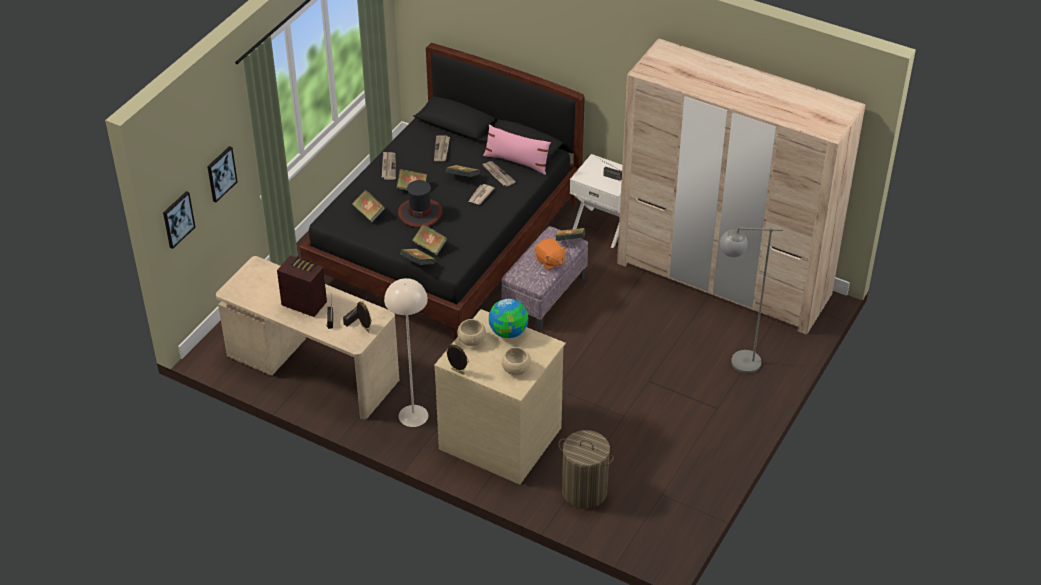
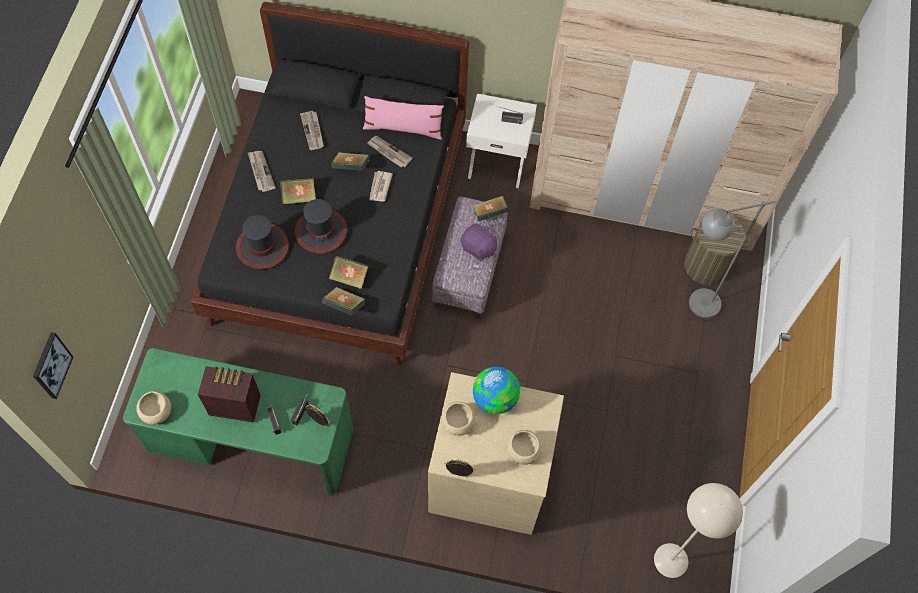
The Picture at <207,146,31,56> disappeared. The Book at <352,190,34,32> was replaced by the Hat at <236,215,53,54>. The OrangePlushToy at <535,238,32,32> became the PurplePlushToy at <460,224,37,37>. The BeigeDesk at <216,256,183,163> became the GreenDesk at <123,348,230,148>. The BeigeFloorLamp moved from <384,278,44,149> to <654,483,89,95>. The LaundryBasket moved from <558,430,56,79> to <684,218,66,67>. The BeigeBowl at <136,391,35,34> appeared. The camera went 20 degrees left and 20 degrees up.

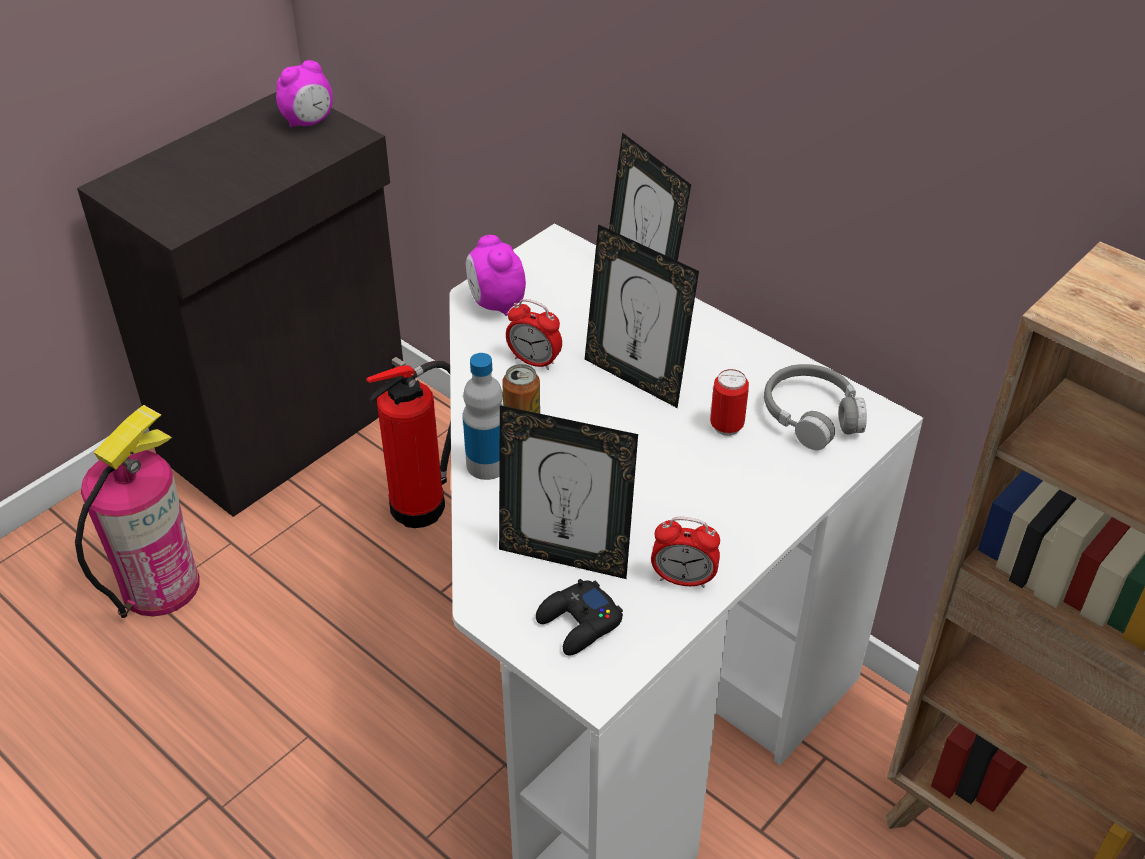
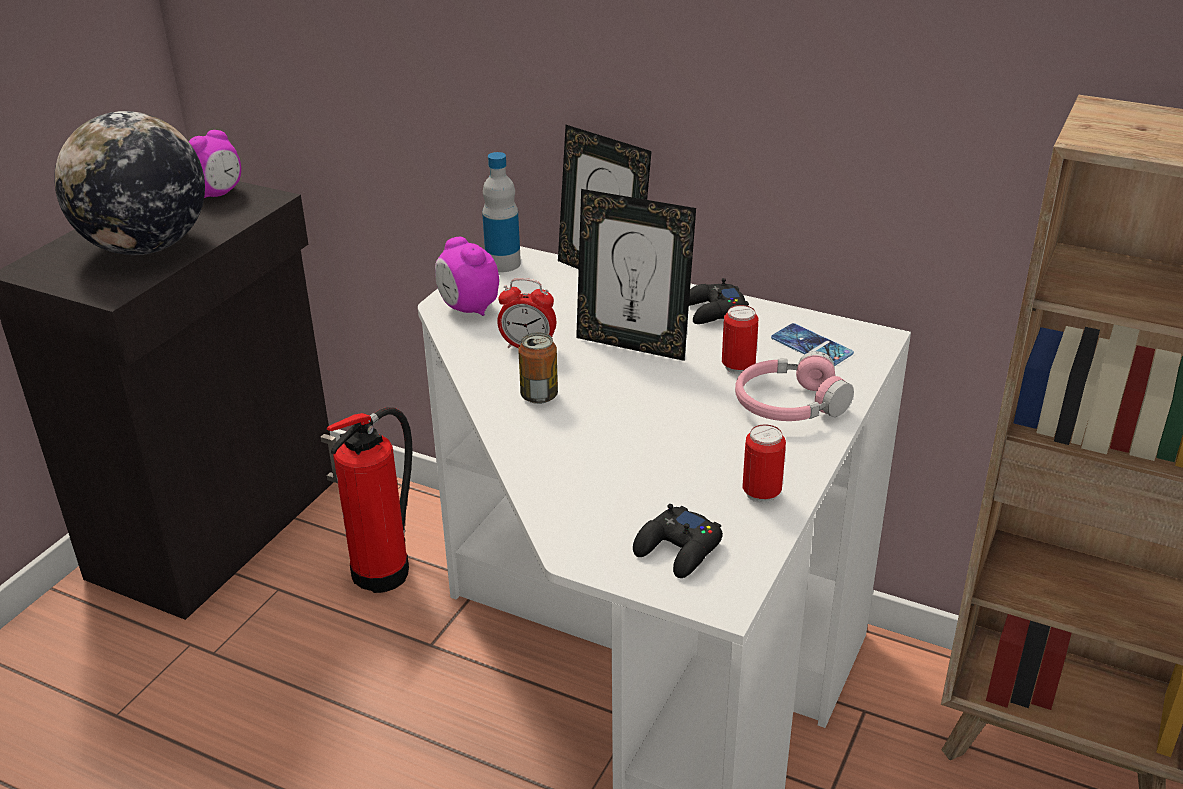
The Bottle moved from <463,353,40,127> to <482,152,39,120>. The GreyHeadphones at <764,364,103,86> was replaced by the Phone at <771,323,83,43>. The FireExtinguisher at <75,405,125,213> disappeared. The PictureFrame at <499,405,139,174> disappeared. The AlarmClock at <651,517,69,71> was replaced by the Can at <743,425,43,78>. The Globe at <54,111,151,144> appeared. The BlackGameController at <689,278,60,46> appeared. The PinkHeadphones at <735,351,119,70> appeared. The camera went 15 degrees left and 10 degrees down.

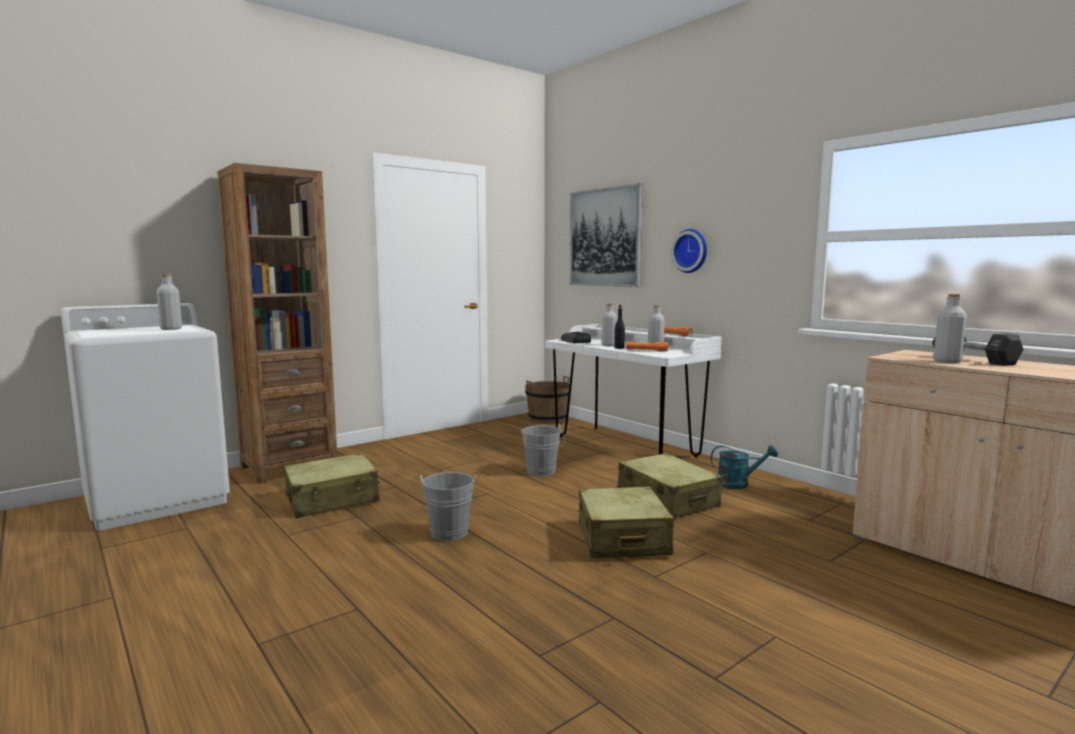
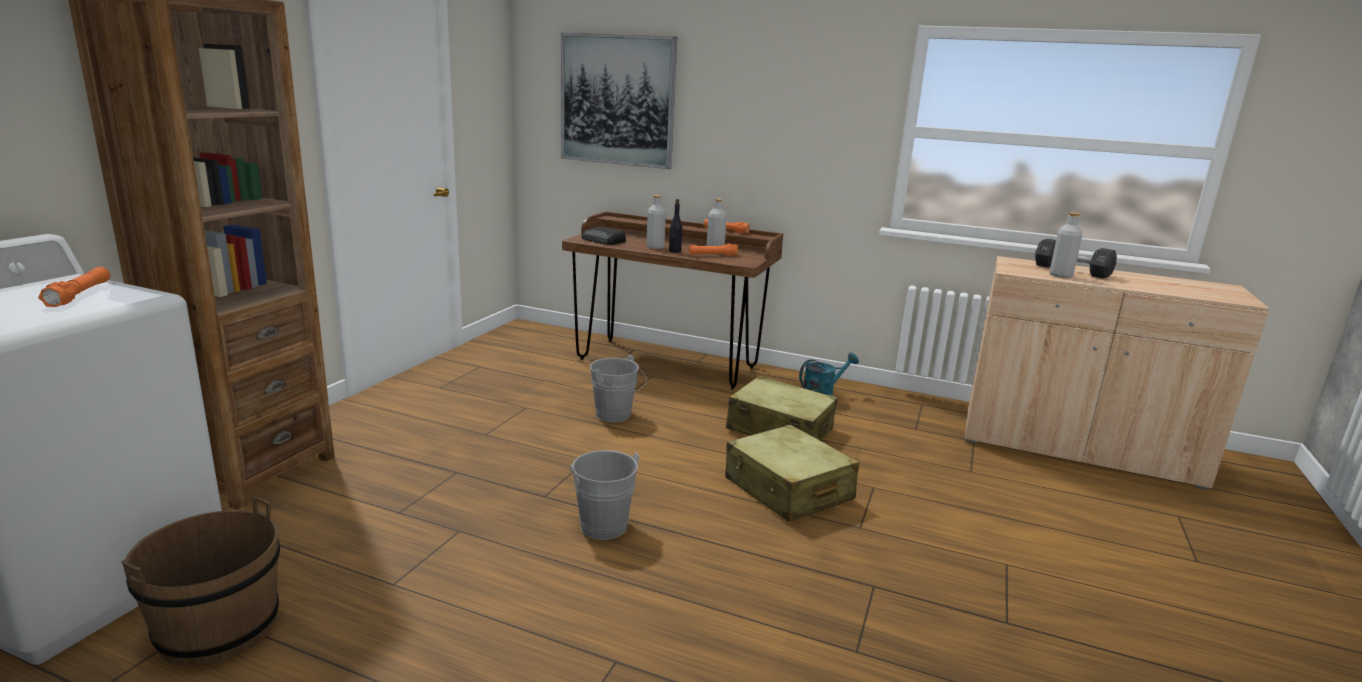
The WallClock at <671,229,36,44> disappeared. The GreyBottle at <156,274,26,56> was replaced by the OrangeFlashlight at <38,267,72,40>. The WhiteDesk at <545,324,177,134> became the BrownDesk at <562,212,221,178>. The BrownBucket moved from <525,376,45,48> to <121,497,159,169>. The BeigeSuitcase at <284,453,96,65> disappeared. The camera went 30 degrees left and 10 degrees up.

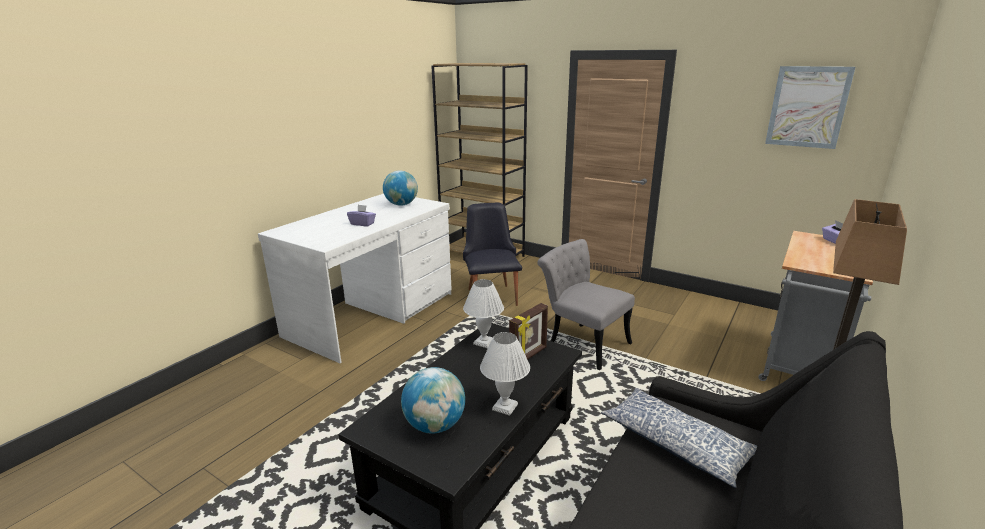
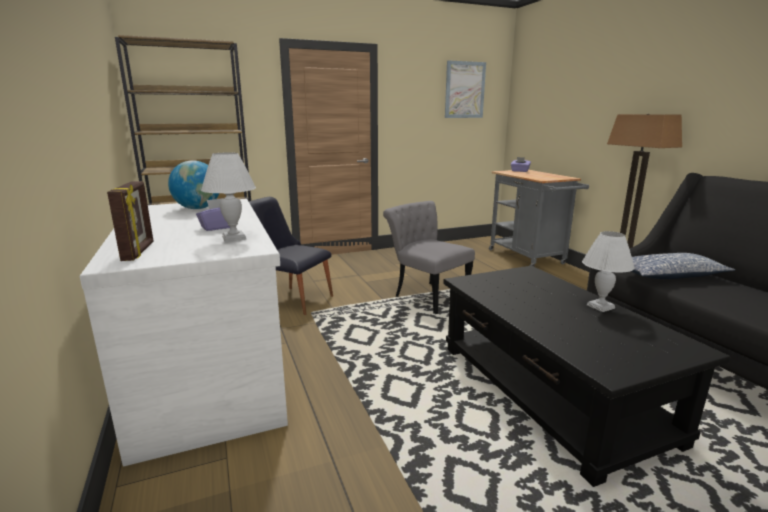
The GreyChair at <538,239,97,131> turned 60 degrees clockwise. The WhiteTableLamp moved from <463,279,41,69> to <201,152,55,90>. The PictureFrame moved from <509,303,39,57> to <107,181,46,80>. The Globe at <401,367,64,67> disappeared. The camera went 55 degrees left and 5 degrees down.

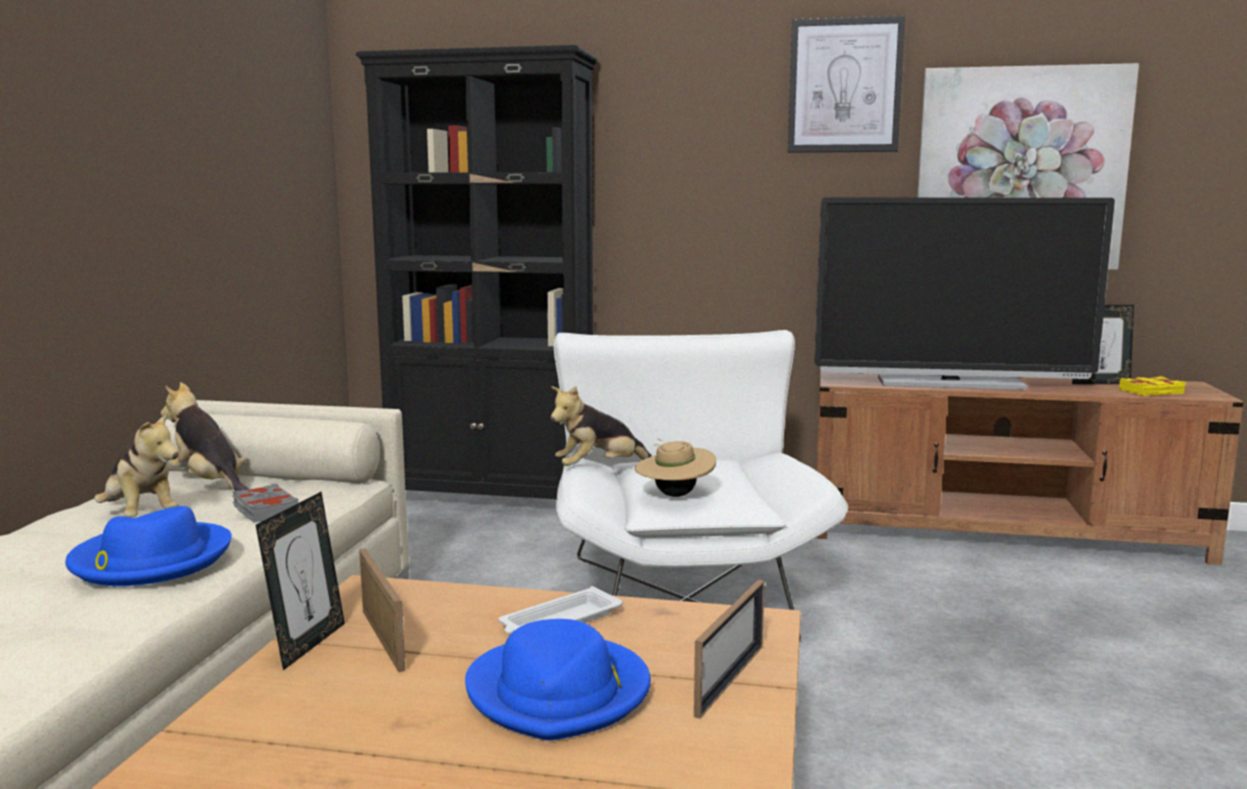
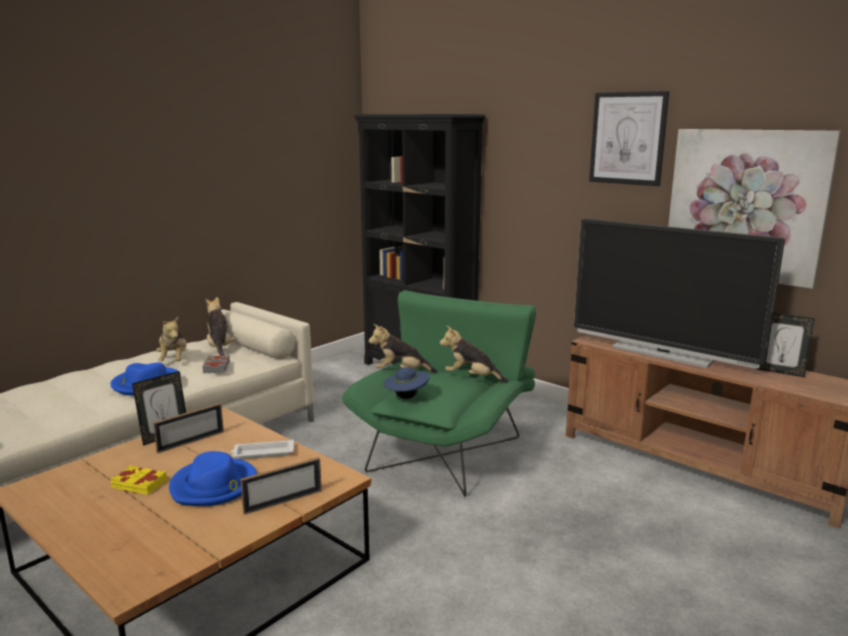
The WhiteArmchair at <554,330,294,312> became the GreenArmchair at <342,290,194,206>. The YellowBook moved from <1119,376,67,20> to <111,465,56,30>. The BeigeHat at <635,439,81,58> became the BlueHat at <384,364,45,35>. The PictureFrame at <359,549,46,123> turned 45 degrees clockwise. The PlushToy at <440,326,69,57> appeared. The camera went 30 degrees right and 5 degrees up.

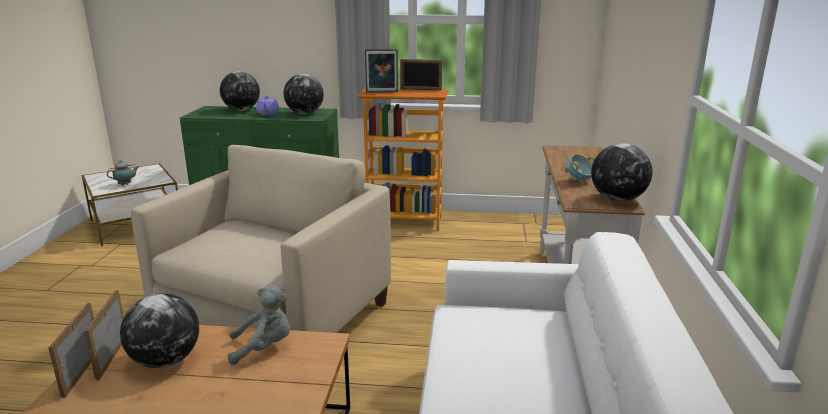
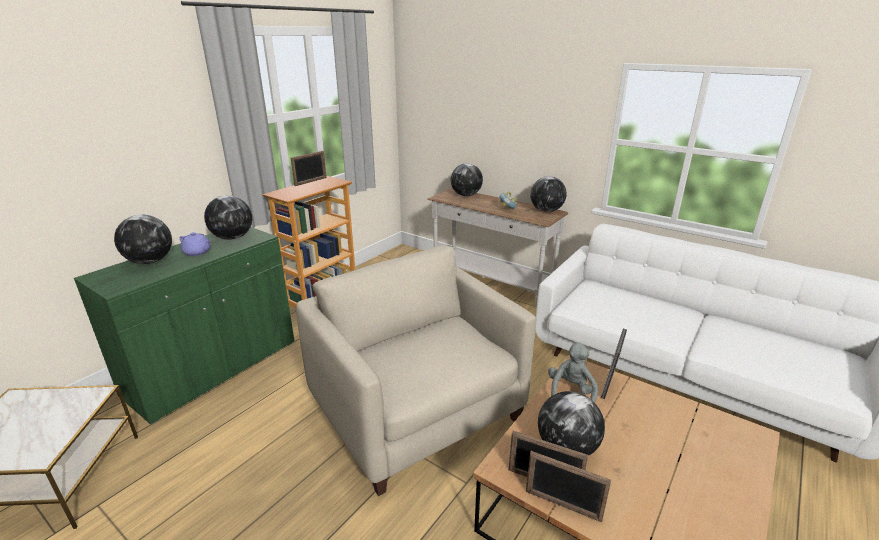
The PictureFrame moved from <365,49,33,44> to <601,328,26,71>. The Teapot at <107,160,32,26> disappeared. The Globe at <451,163,32,33> appeared. The camera went 60 degrees left and 5 degrees up.

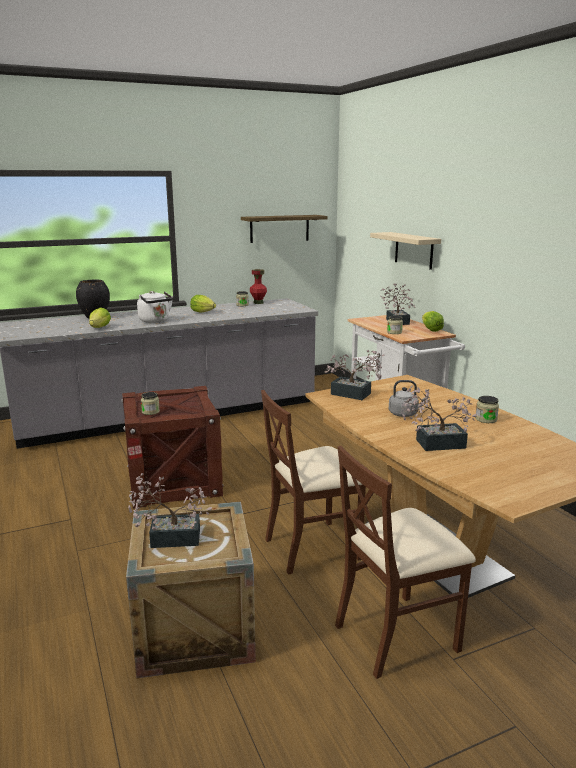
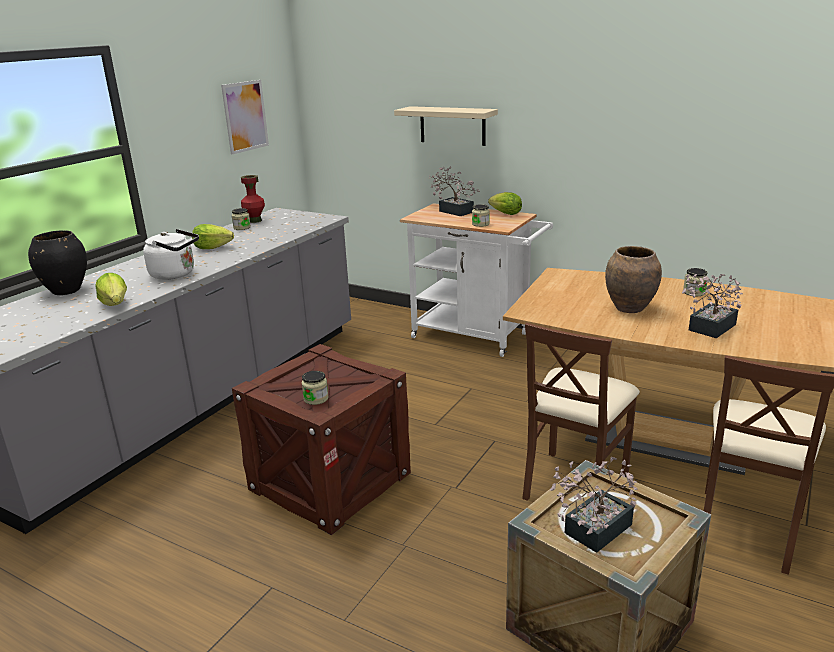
The Shelf at <241,215,87,28> was replaced by the Picture at <221,80,48,74>. The PottedPlant at <324,350,61,50> disappeared. The GreyKettle at <389,380,39,37> was replaced by the BrownVase at <605,246,57,67>. The camera went 35 degrees left and 5 degrees up.

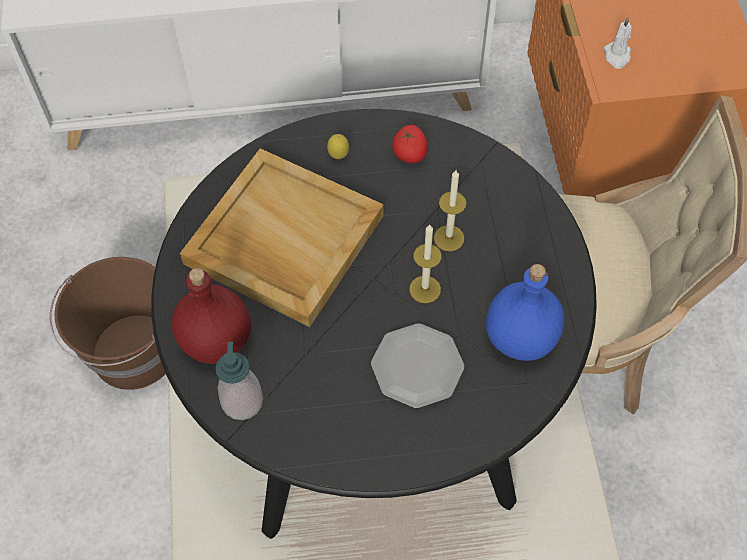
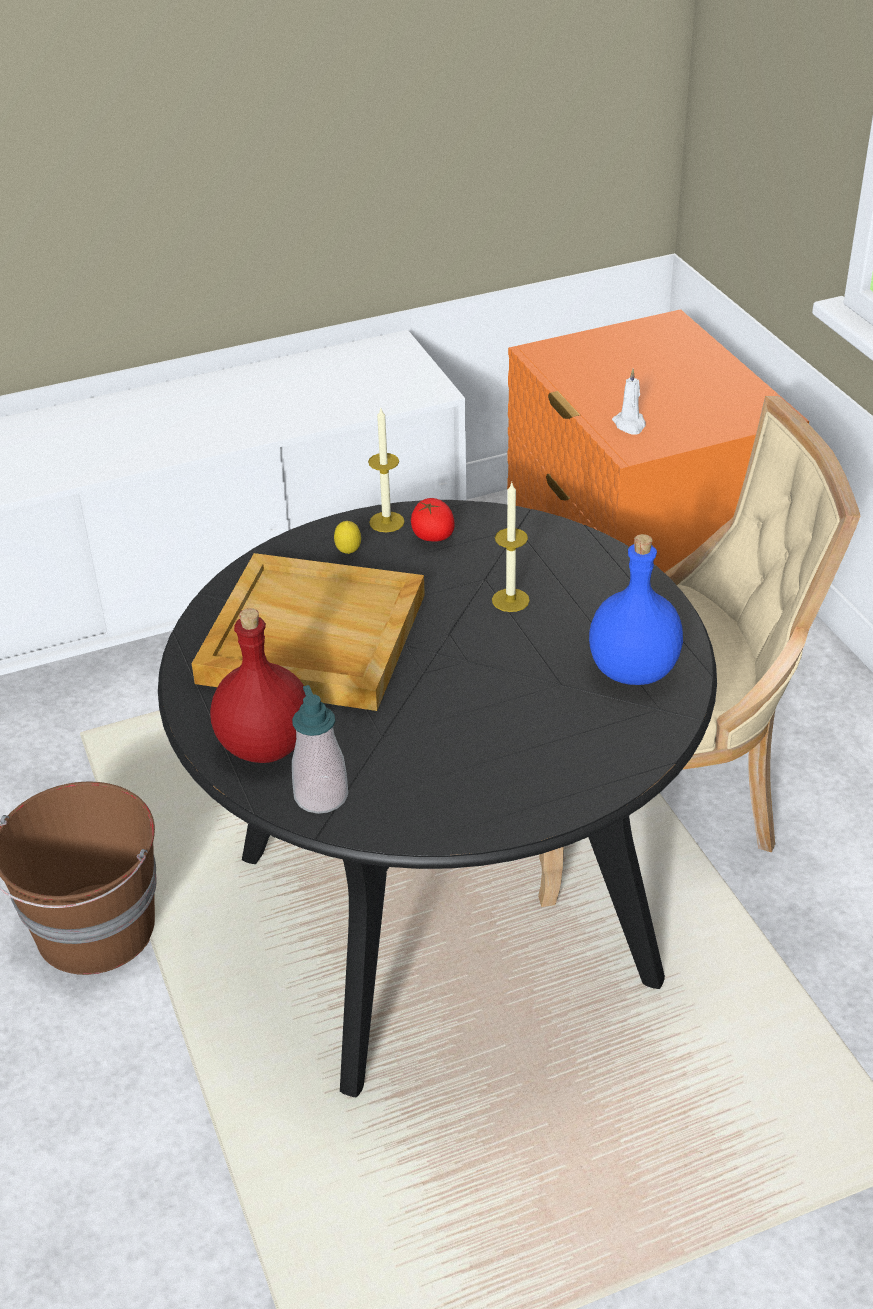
The Candle moved from <409,225,33,78> to <368,409,37,123>. The Plate at <371,324,93,84> disappeared. The camera went 15 degrees left and 20 degrees down.

